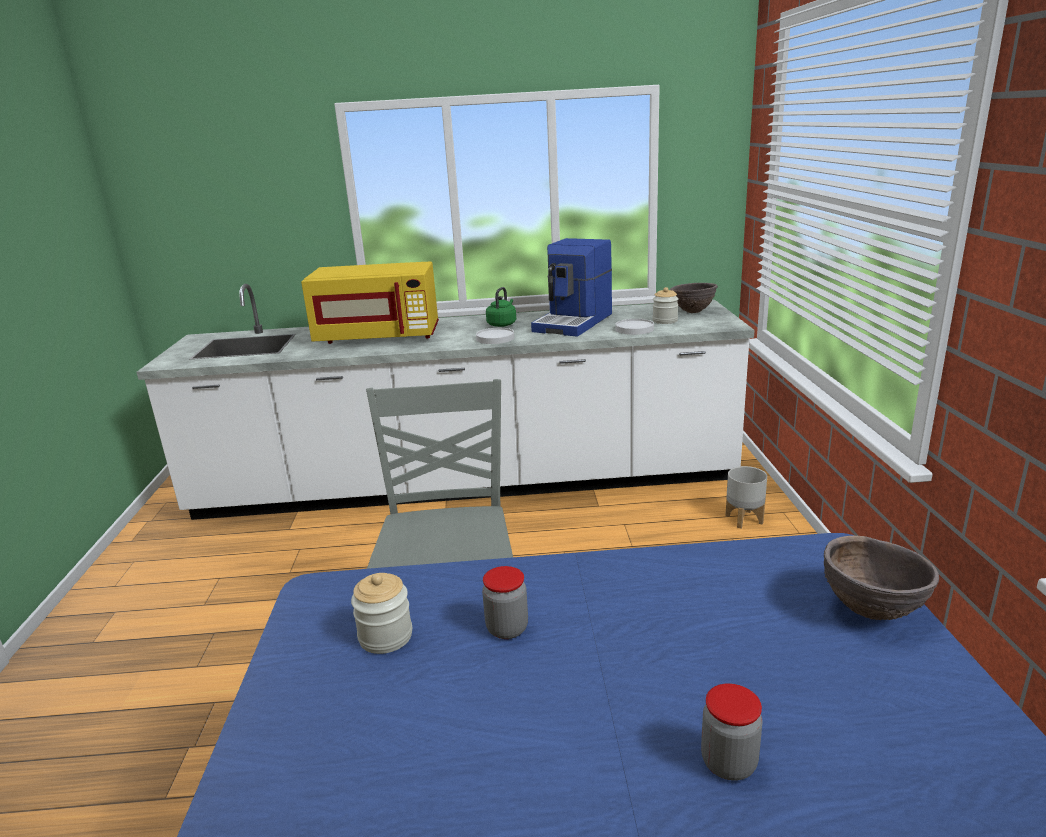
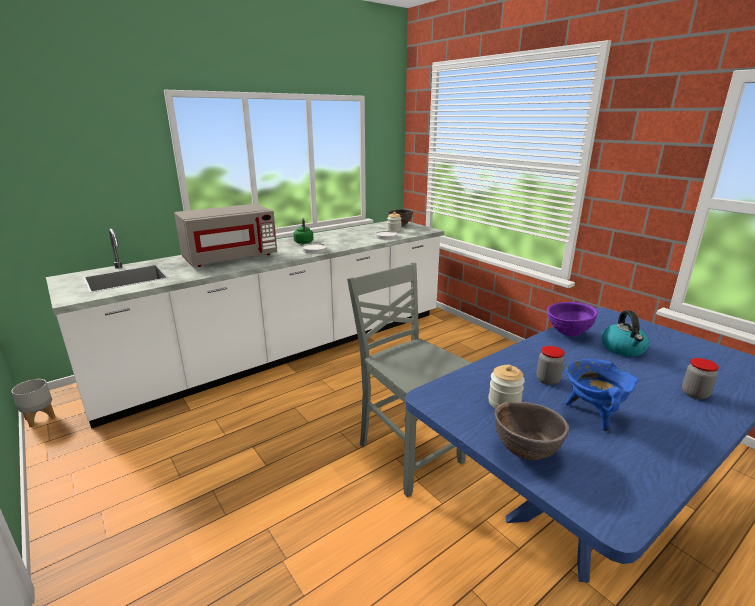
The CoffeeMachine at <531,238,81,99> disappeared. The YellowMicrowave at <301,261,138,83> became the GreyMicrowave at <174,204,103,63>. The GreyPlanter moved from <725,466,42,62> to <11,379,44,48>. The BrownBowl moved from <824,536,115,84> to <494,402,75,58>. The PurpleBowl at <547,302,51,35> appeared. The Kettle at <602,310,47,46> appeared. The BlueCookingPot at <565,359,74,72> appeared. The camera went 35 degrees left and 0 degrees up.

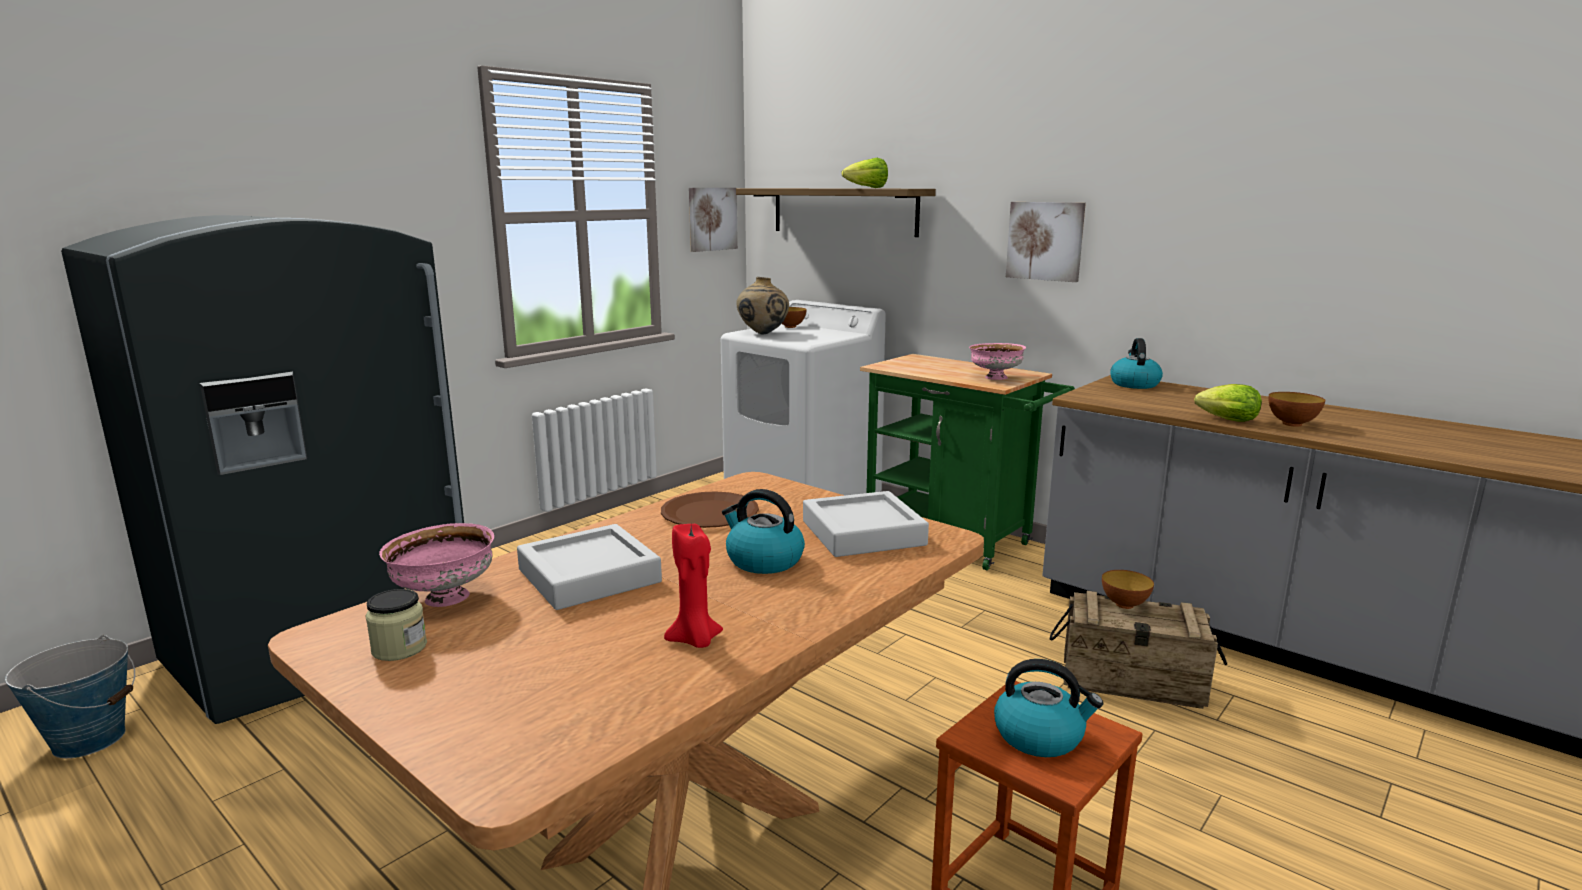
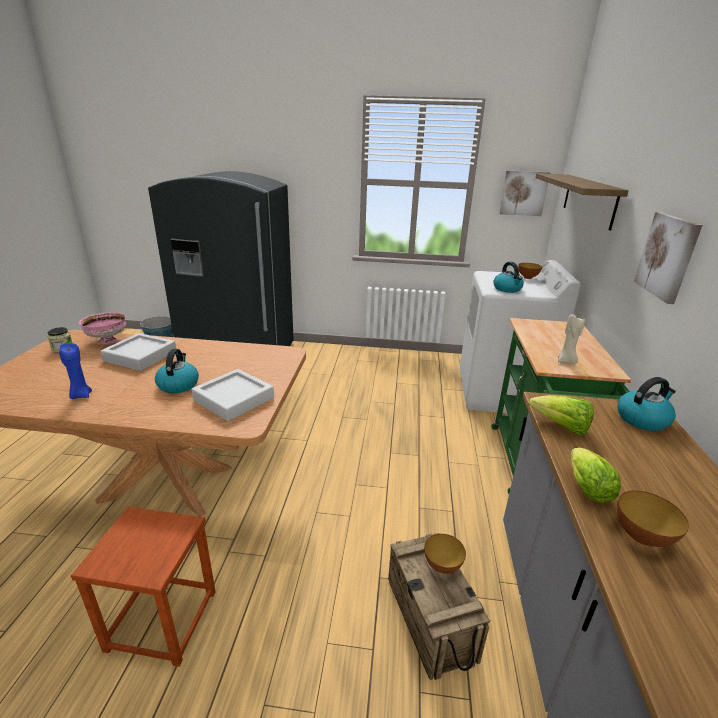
The Lettuce moved from <841,158,47,30> to <528,395,66,40>. The BeigeVase at <736,277,53,58> disappeared. The PinkBowl at <969,343,57,37> was replaced by the BeigeCandle at <558,314,27,50>. The BrownPlate at <661,491,98,37> disappeared. The RedCandle at <664,524,59,124> became the BlueCandle at <59,343,33,56>. The Kettle moved from <994,659,109,98> to <493,262,31,31>. The camera went 55 degrees right and 10 degrees up.

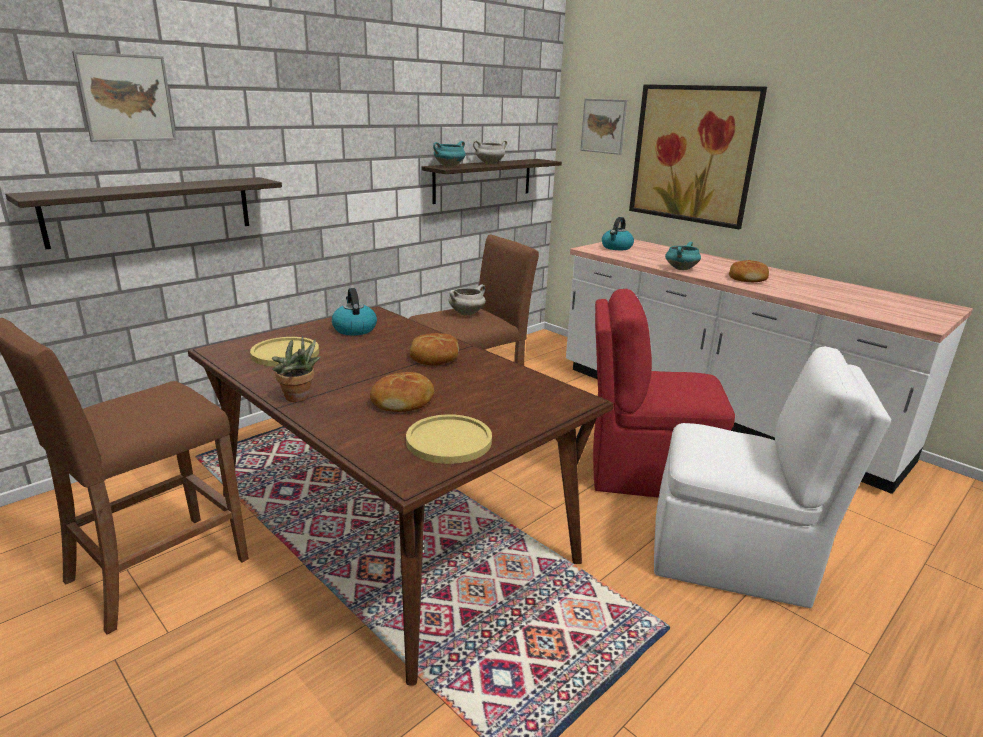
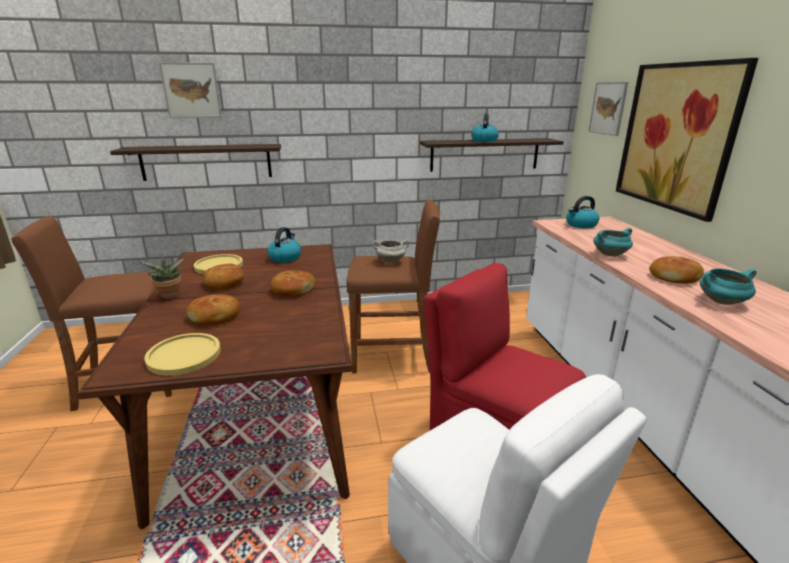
The WhiteCookingPot at <473,140,34,24> was replaced by the Kettle at <471,114,28,28>. The TurquoiseCookingPot moved from <433,141,33,26> to <700,268,57,37>. The Bread at <203,263,41,26> appeared. The camera went 35 degrees right and 0 degrees up.

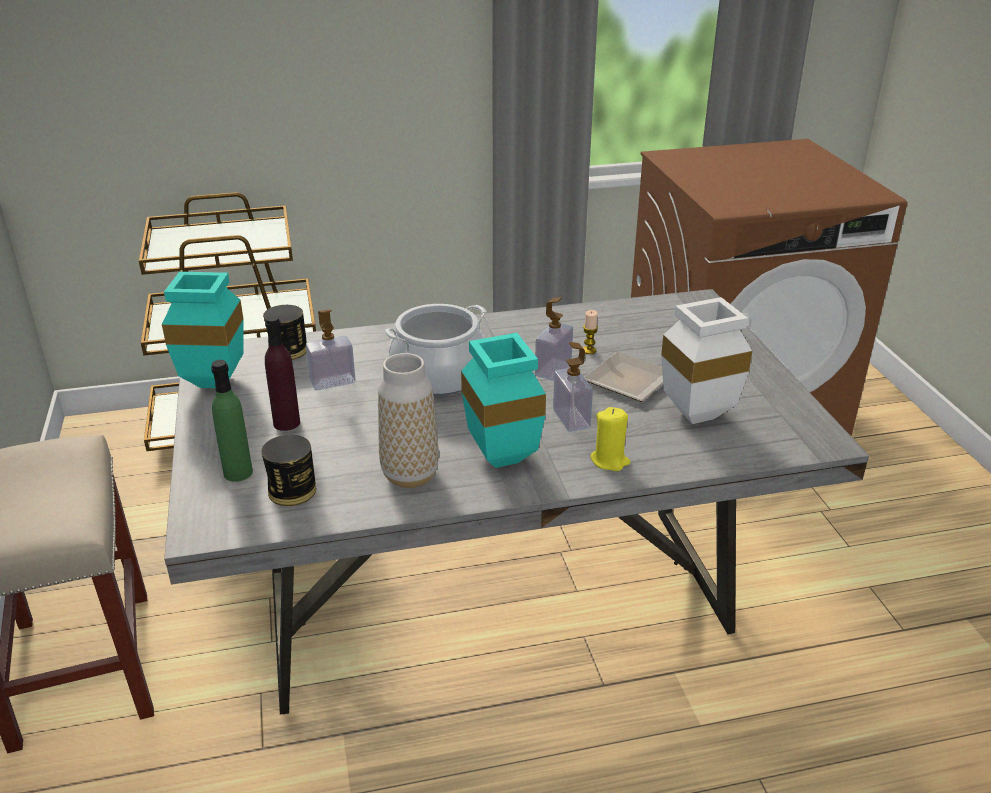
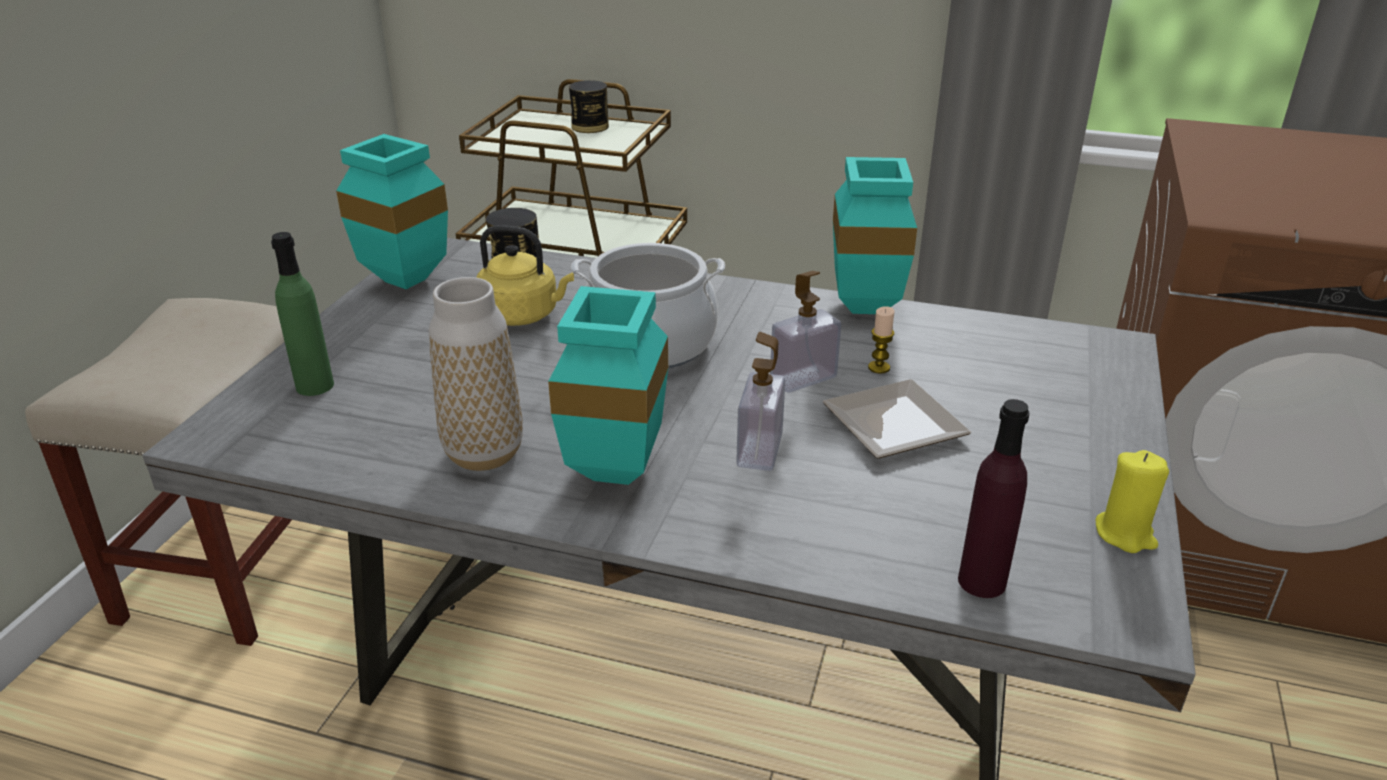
The WhiteVase at <661,297,91,127> disappeared. The SoapDispenser at <306,309,50,81> was replaced by the YellowKettle at <476,225,98,101>. The PurpleBottle moved from <265,315,35,116> to <958,399,71,199>. The YellowCandle moved from <590,407,40,64> to <1096,450,73,103>. The Can moved from <261,435,55,71> to <569,80,40,53>. The TurquoiseVase at <833,157,84,157> appeared. The camera went 30 degrees right and 0 degrees up.

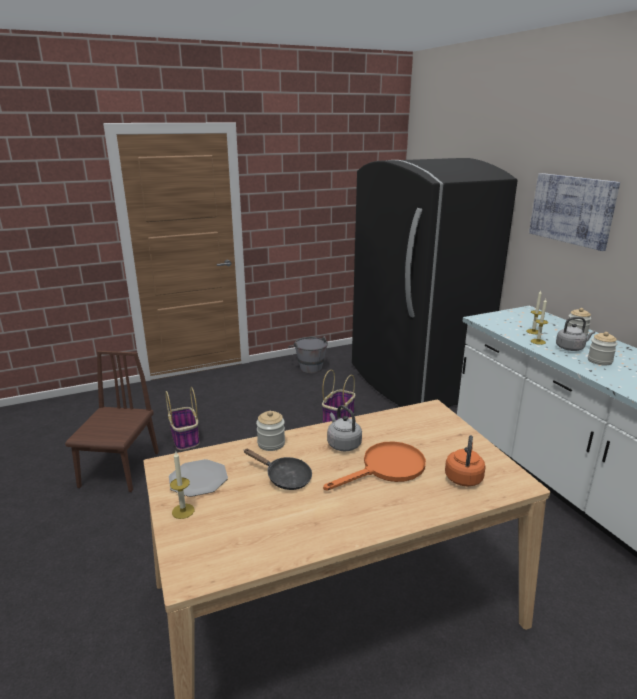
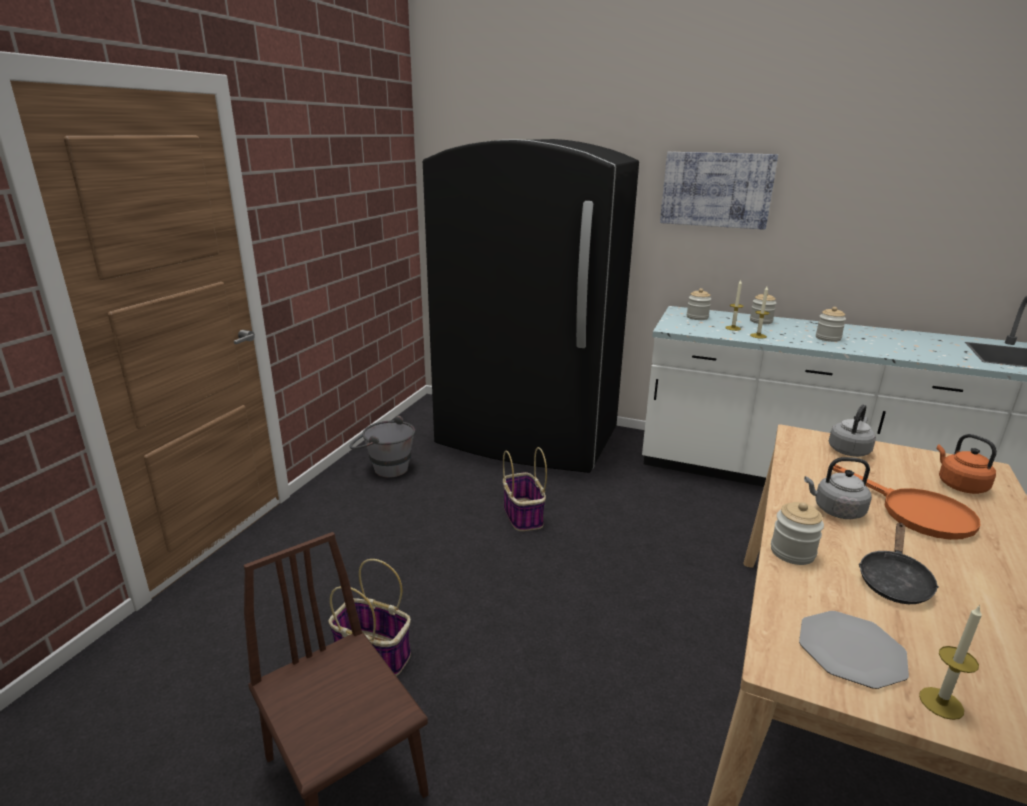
The GreyKettle moved from <556,317,39,34> to <829,404,47,53>. The OrangeFryingPan at <323,441,103,50> turned 135 degrees clockwise. The BlackFryingPan at <244,449,68,41> turned 135 degrees clockwise. The Jar at <687,288,24,32> appeared. The camera went 45 degrees left and 0 degrees up.

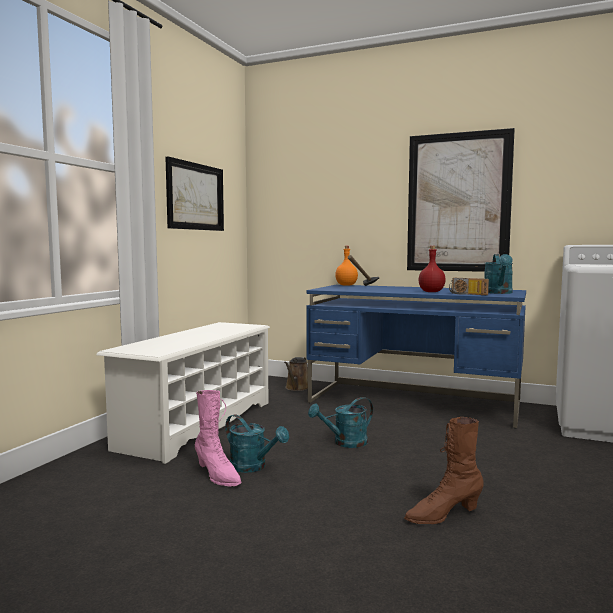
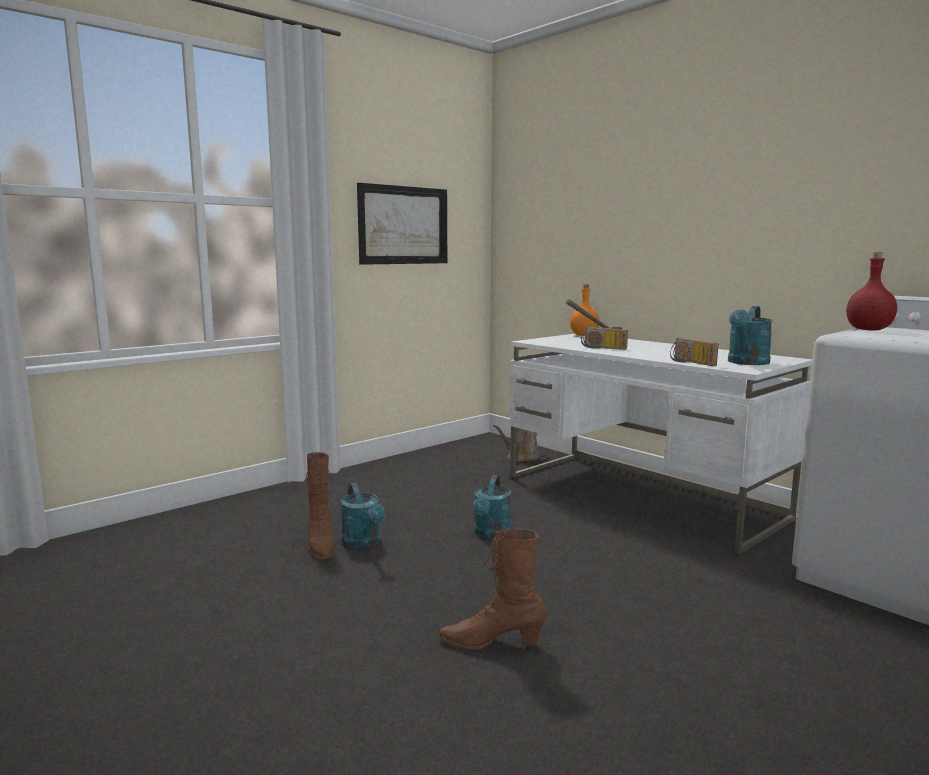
The Picture at <407,128,108,144> disappeared. The RedBottle moved from <418,246,28,46> to <846,252,51,79>. The BlueDesk at <307,285,219,143> became the WhiteDesk at <510,334,303,221>. The WhiteShoeRack at <96,322,174,142> disappeared. The PinkBoot at <195,390,46,97> became the BrownBoot at <306,452,29,108>. The TurquoiseWateringCan at <308,397,65,51> turned 75 degrees counterclockwise. The Radio at <581,327,47,23> appeared. The camera went 25 degrees right and 5 degrees up.

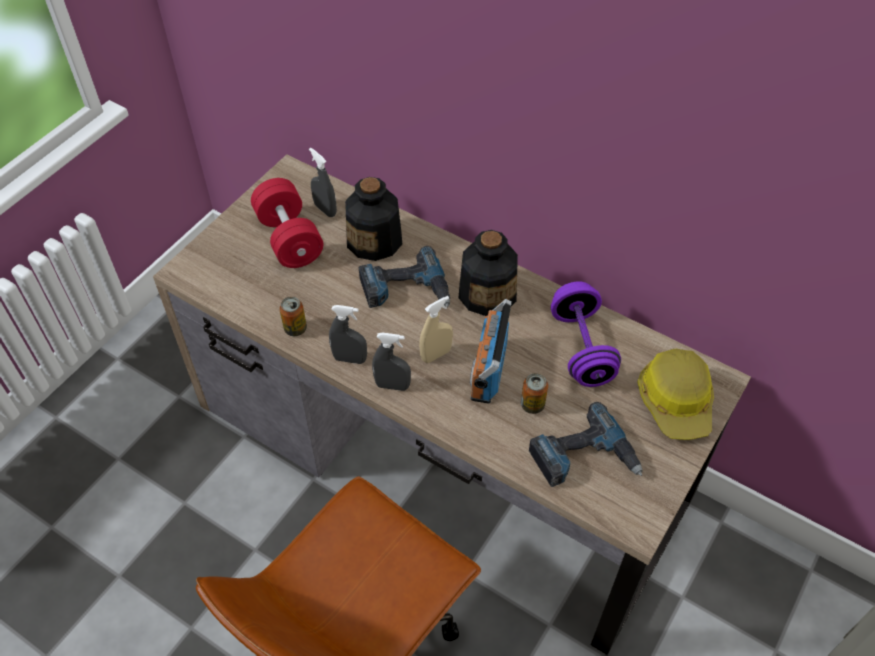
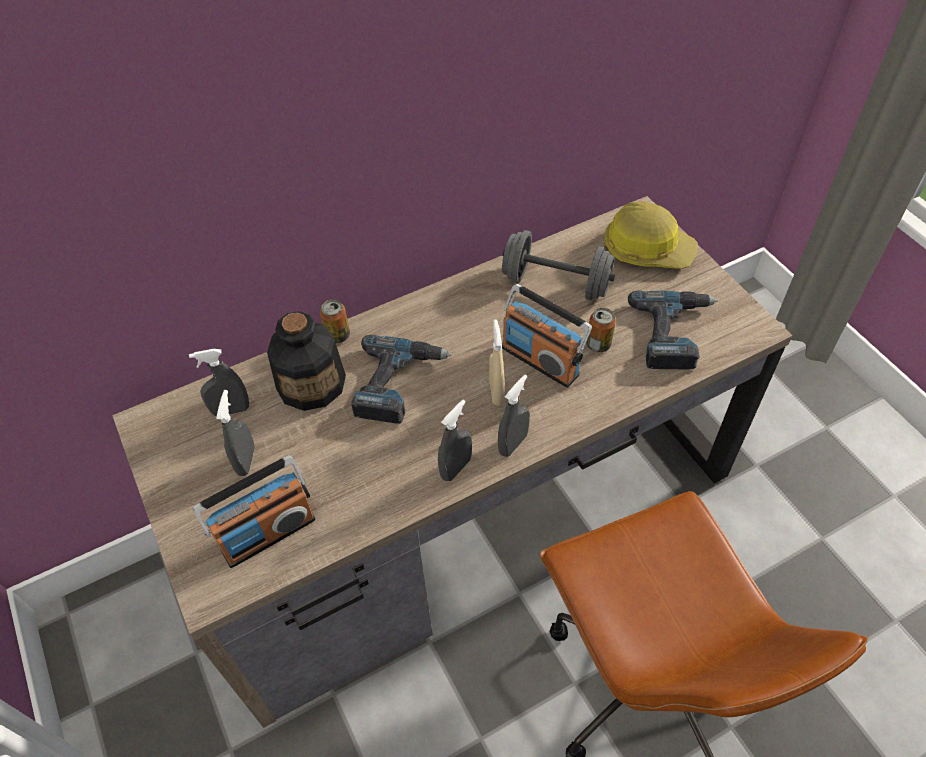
The RedDumbbell at <251,178,72,90> was replaced by the GreySprayBottle at <216,390,39,86>. The Bottle at <459,230,59,86> disappeared. The PurpleDumbbell at <551,281,70,106> became the GreyDumbbell at <502,230,113,70>. The Can moved from <279,297,28,39> to <320,299,30,44>. The Radio at <193,455,122,113> appeared. The camera went 60 degrees left and 0 degrees up.

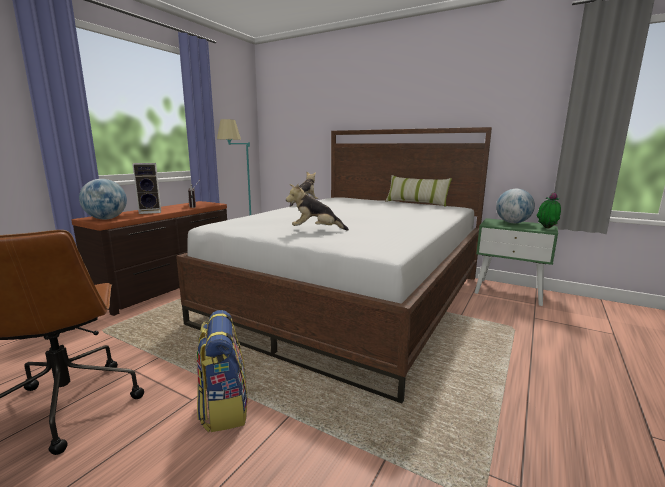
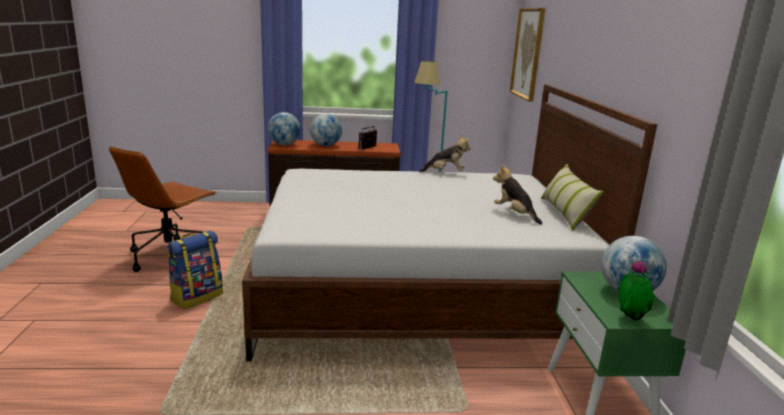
The Speaker at <132,163,29,51> was replaced by the Globe at <310,113,32,33>. The PlushToy moved from <286,184,63,47> to <493,164,50,61>. The Picture at <510,8,35,94> appeared. The camera went 55 degrees right and 5 degrees up.

